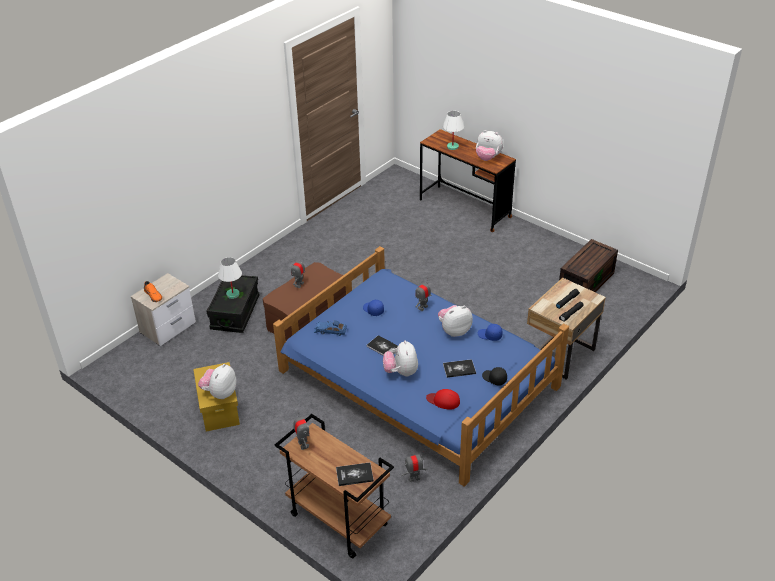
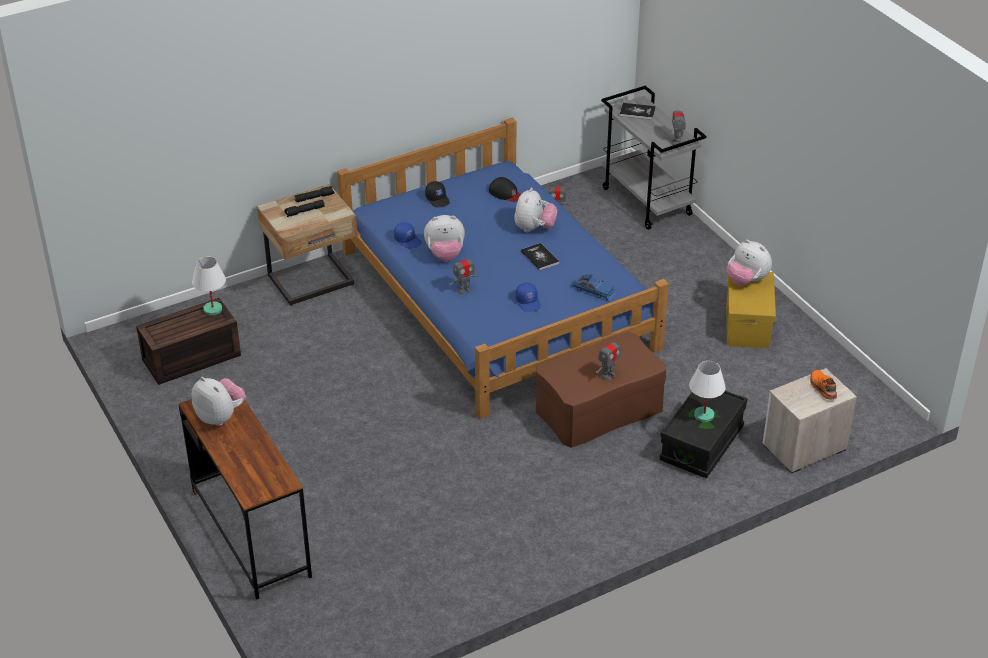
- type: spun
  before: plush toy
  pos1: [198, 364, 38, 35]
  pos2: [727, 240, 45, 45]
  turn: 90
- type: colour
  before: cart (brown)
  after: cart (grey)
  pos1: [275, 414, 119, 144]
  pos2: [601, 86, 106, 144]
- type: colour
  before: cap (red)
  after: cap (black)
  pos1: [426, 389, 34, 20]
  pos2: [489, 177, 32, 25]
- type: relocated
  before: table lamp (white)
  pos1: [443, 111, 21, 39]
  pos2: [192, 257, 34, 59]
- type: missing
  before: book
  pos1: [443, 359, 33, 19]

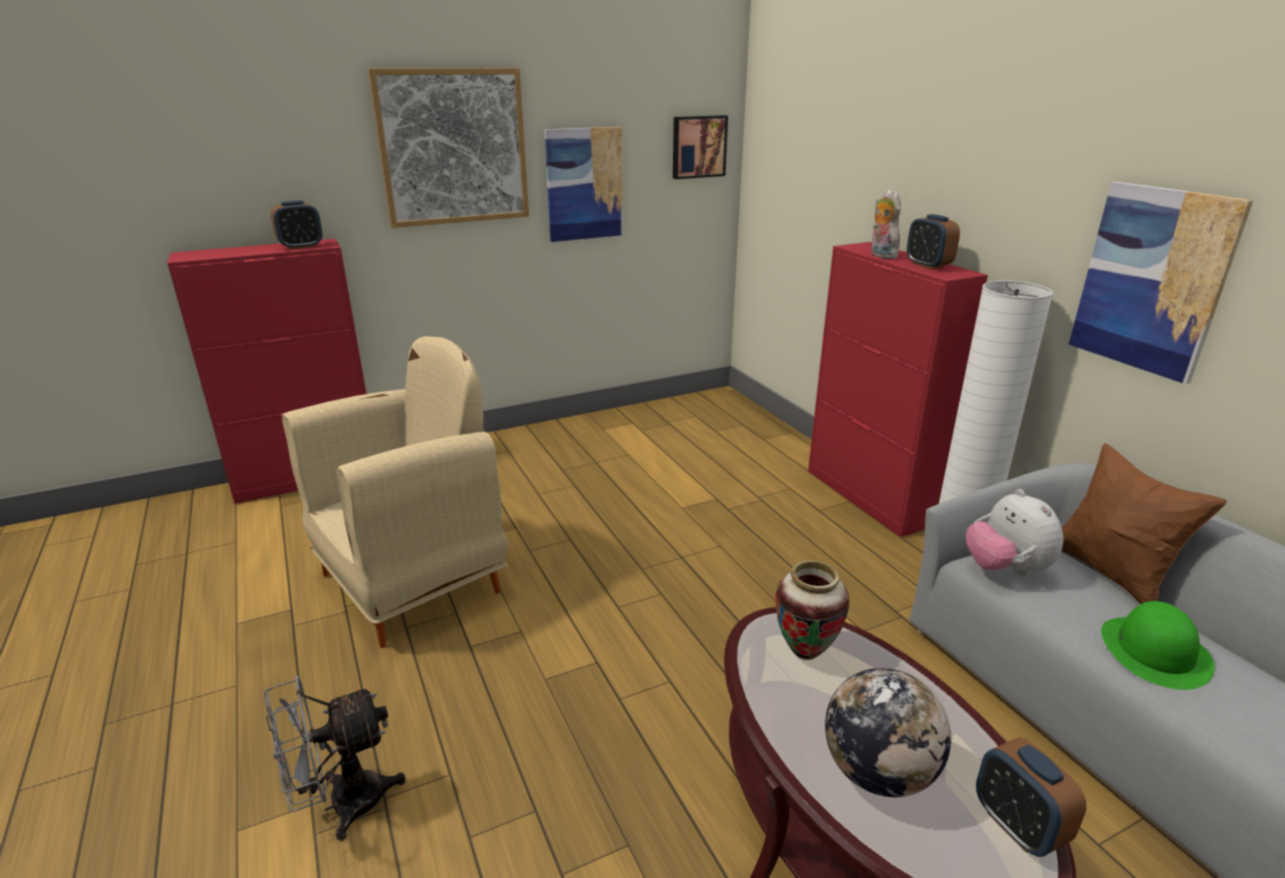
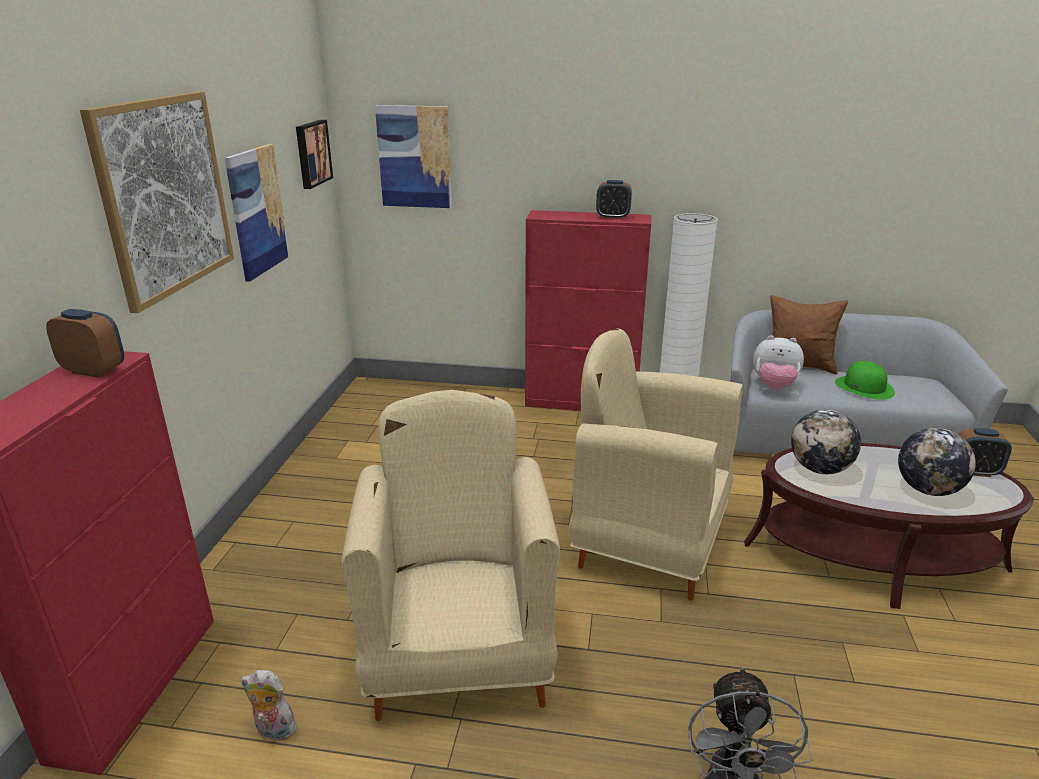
- type: spun
  before: alarm clock
  pos1: [271, 200, 52, 50]
  pos2: [46, 309, 78, 69]
  turn: -75
- type: exchanged
  before: vase
  after: globe
  pos1: [775, 560, 74, 100]
  pos2: [791, 409, 70, 65]
- type: relocated
  before: plush toy
  pos1: [871, 189, 30, 70]
  pos2: [241, 670, 55, 71]
- type: relocated
  before: picture
  pos1: [1069, 182, 184, 202]
  pos2: [375, 105, 77, 103]
- type: appeared
  after: armchair (beige)
  pos2: [569, 328, 174, 273]

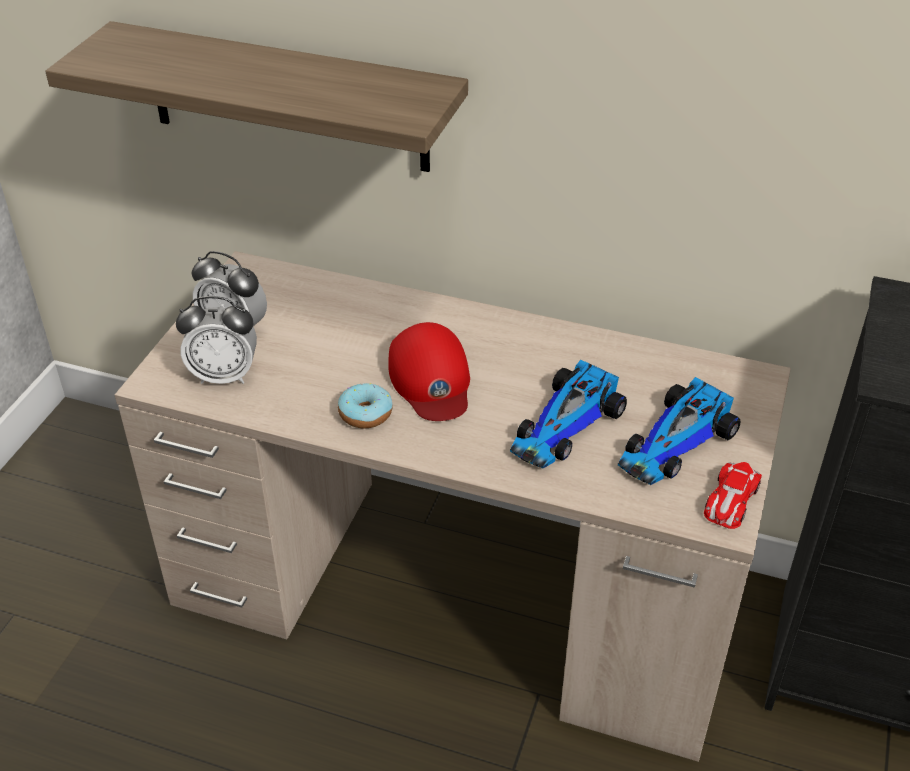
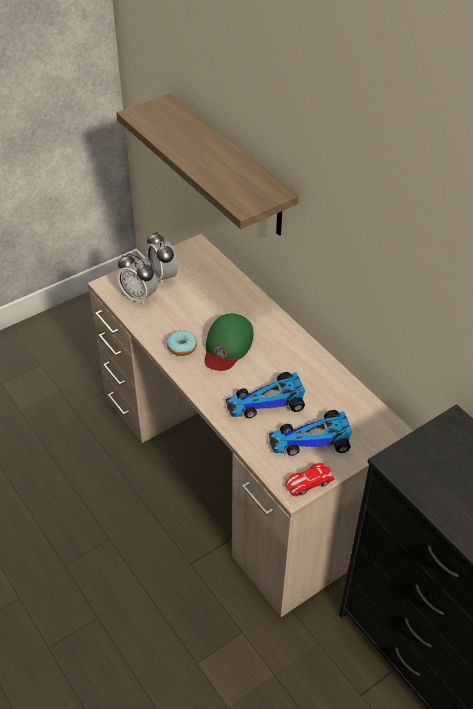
- type: colour
  before: cap (red)
  after: cap (green)
  pos1: [388, 322, 82, 99]
  pos2: [204, 314, 49, 57]

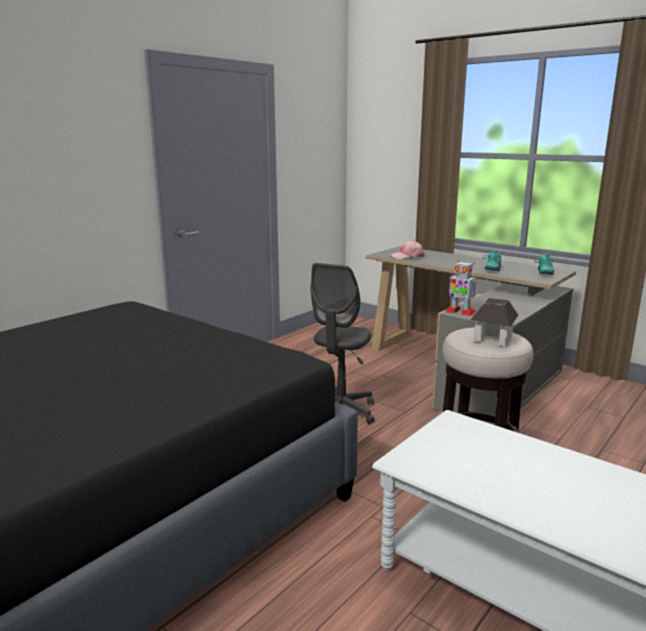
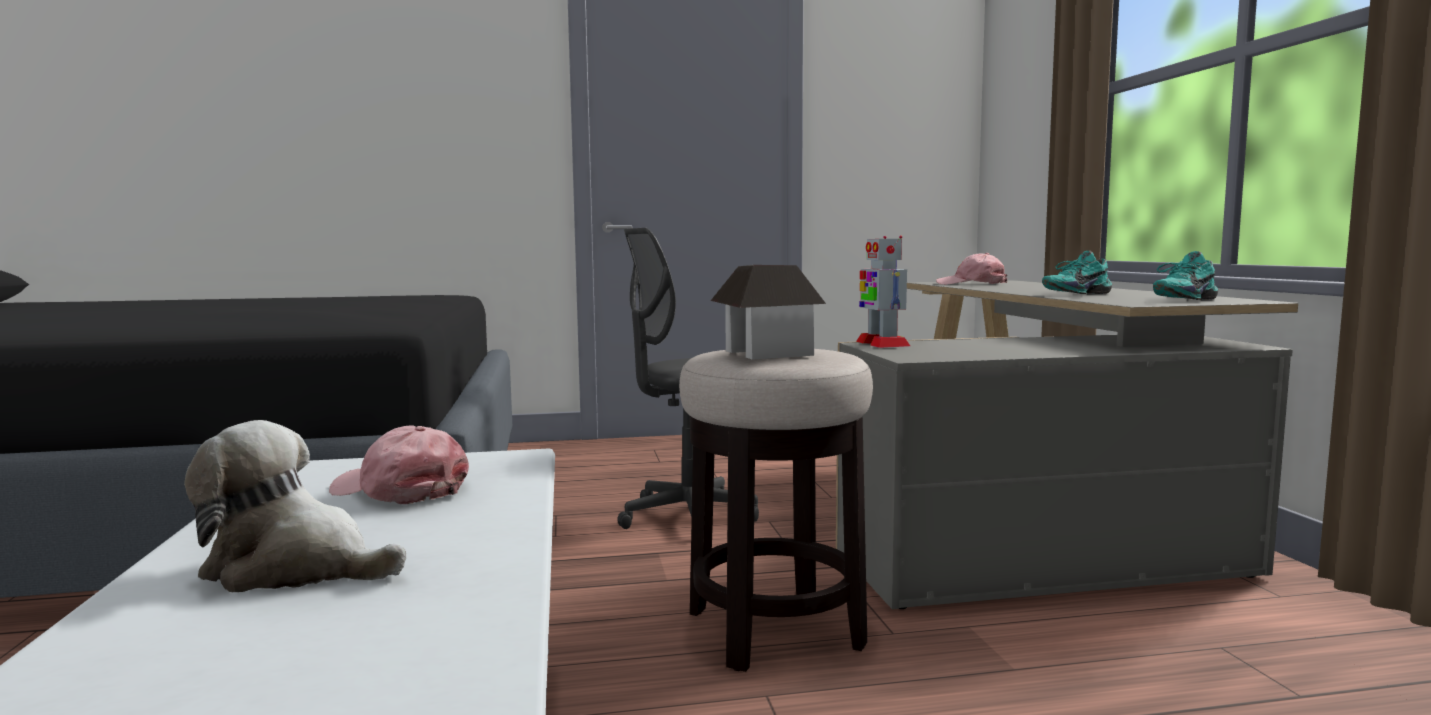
- type: appeared
  after: plush toy
  pos2: [184, 420, 222, 172]
- type: appeared
  after: cap (pink)
  pos2: [329, 425, 140, 79]

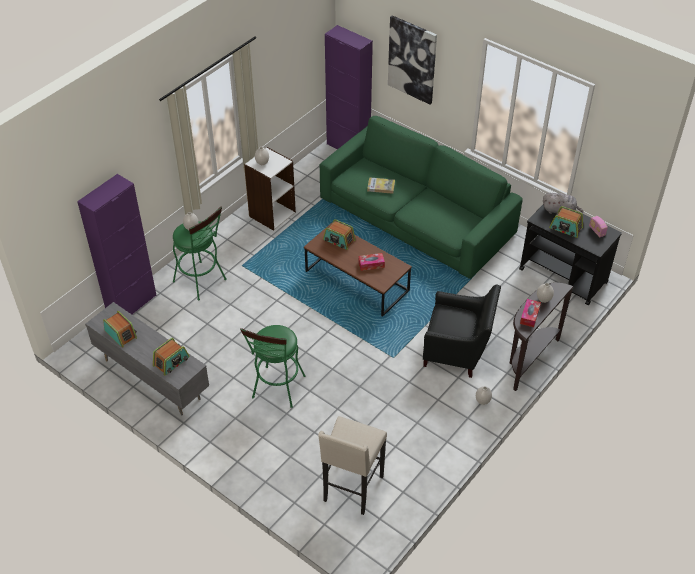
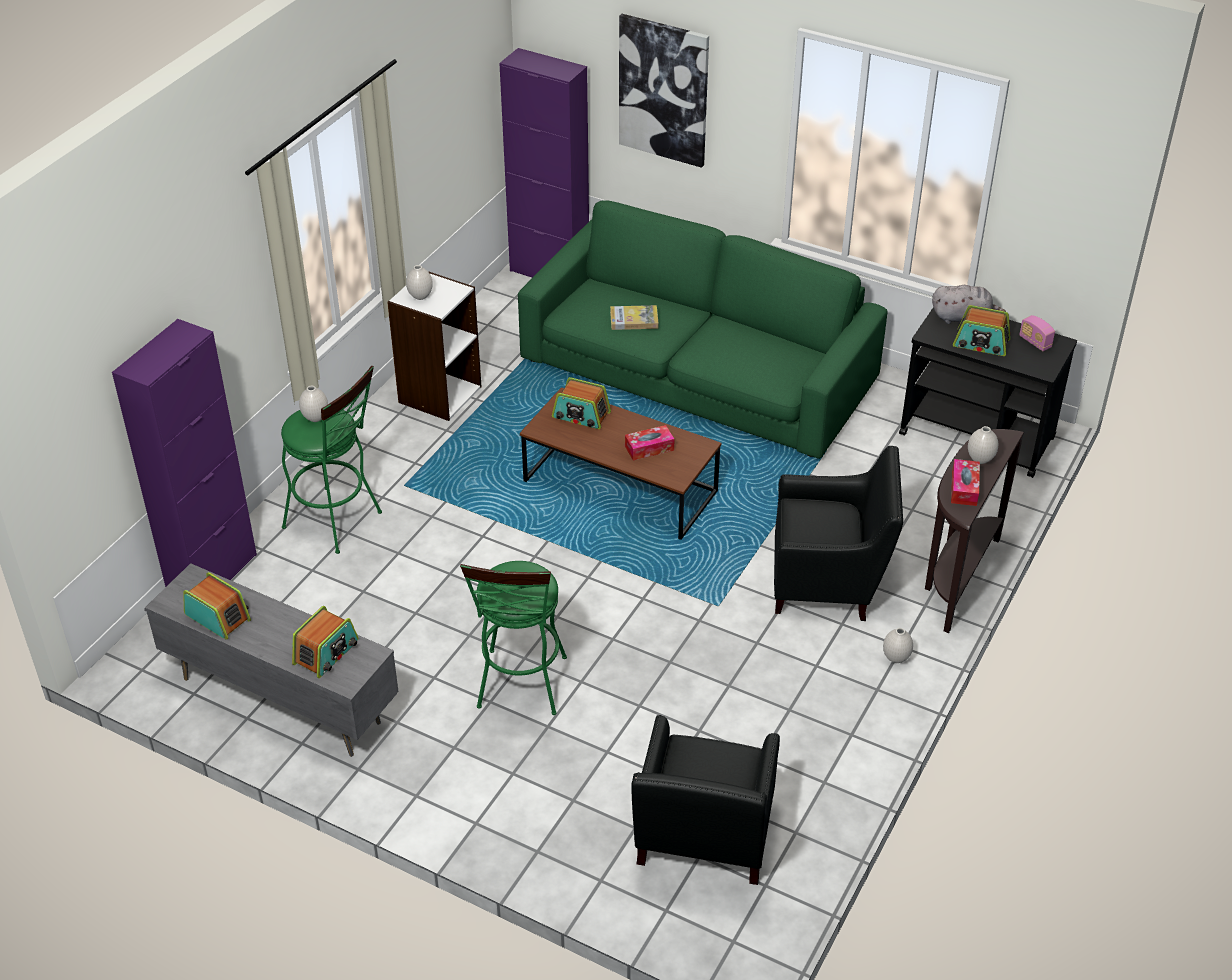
- type: exchanged
  before: stool (beige)
  after: armchair (black)
  pos1: [318, 416, 69, 99]
  pos2: [631, 715, 149, 170]

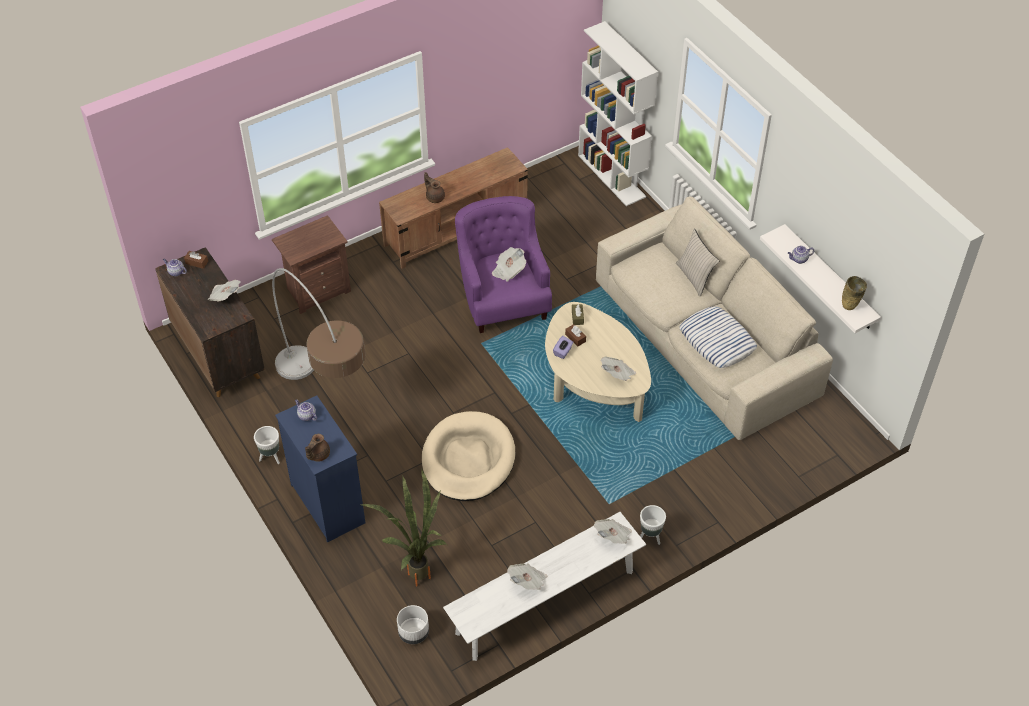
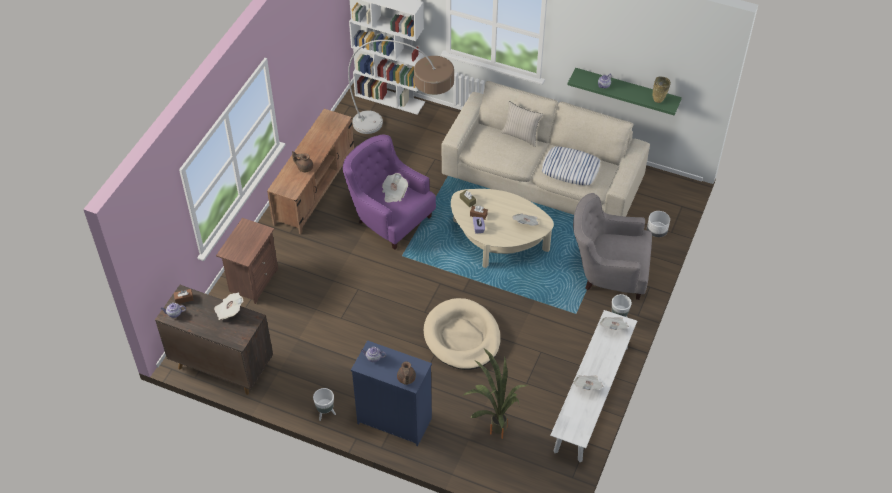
- type: relocated
  before: floor lamp
  pos1: [272, 268, 93, 112]
  pos2: [348, 40, 106, 94]
- type: relocated
  before: planter (white)
  pos1: [397, 605, 32, 39]
  pos2: [647, 211, 23, 26]
- type: colour
  before: shelf (white)
  after: shelf (green)
  pos1: [760, 224, 121, 109]
  pos2: [567, 68, 115, 47]
- type: appeared
  after: armchair (grey)
  pos2: [573, 193, 79, 107]

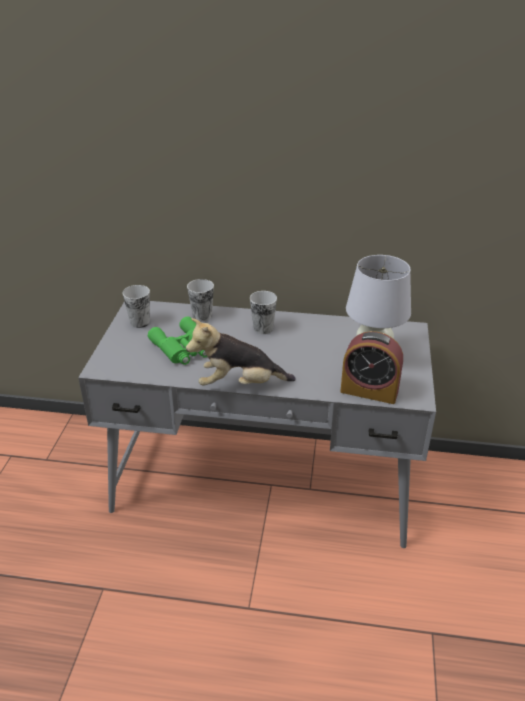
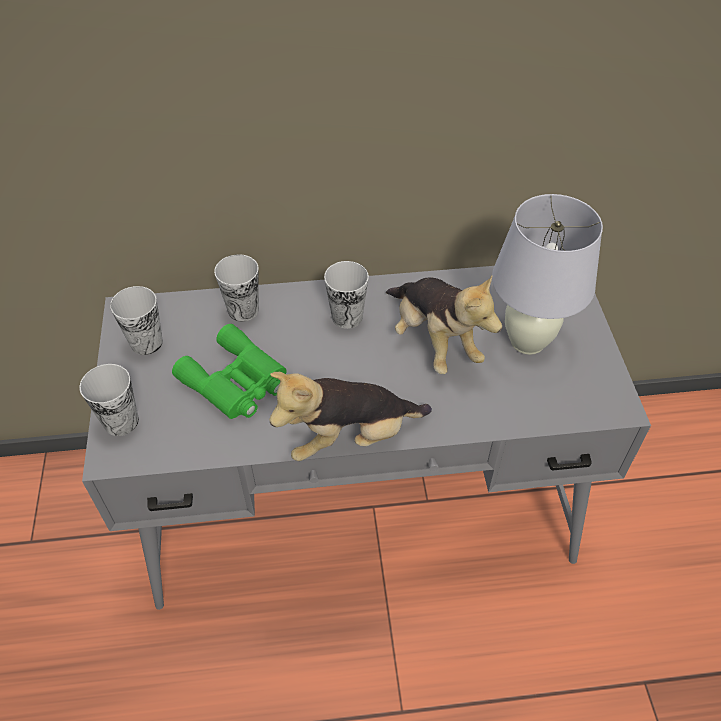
- type: missing
  before: alarm clock
  pos1: [340, 331, 63, 73]
- type: appeared
  after: cup
  pos2: [79, 364, 60, 72]
- type: appeared
  after: plush toy
  pos2: [386, 276, 116, 98]

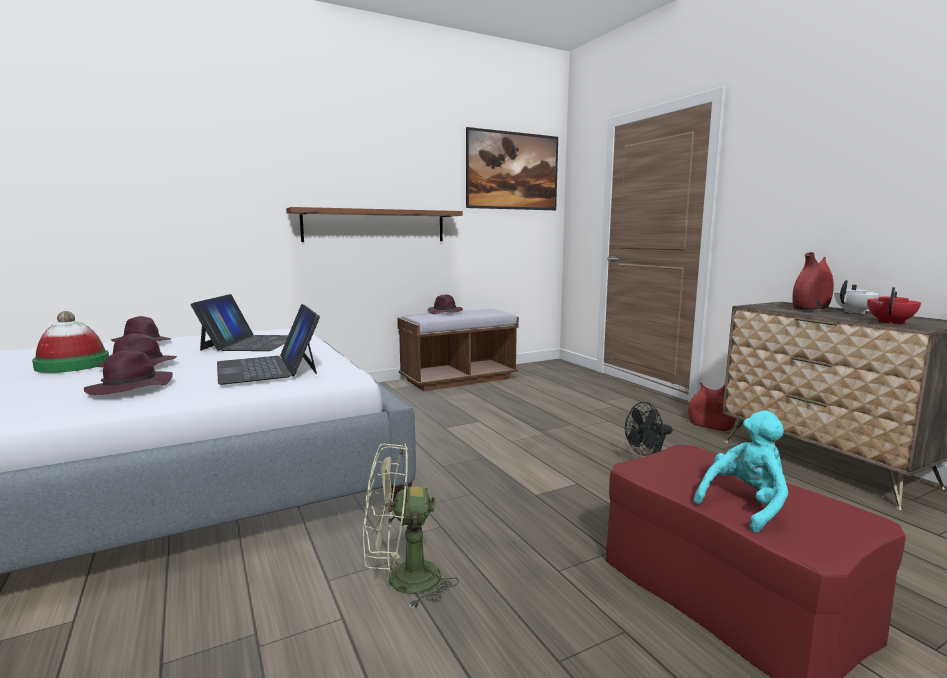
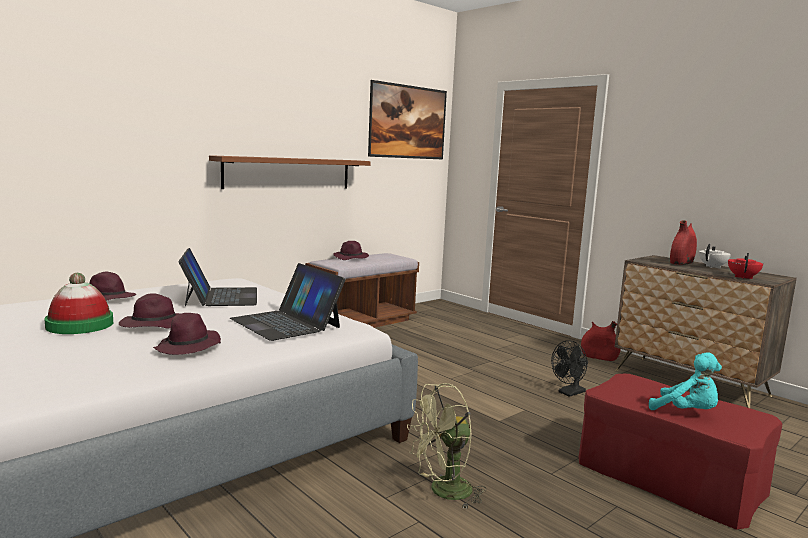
- type: spun
  before: plush toy (turquoise)
  pos1: [694, 410, 95, 123]
  pos2: [649, 352, 73, 58]
  turn: 90

